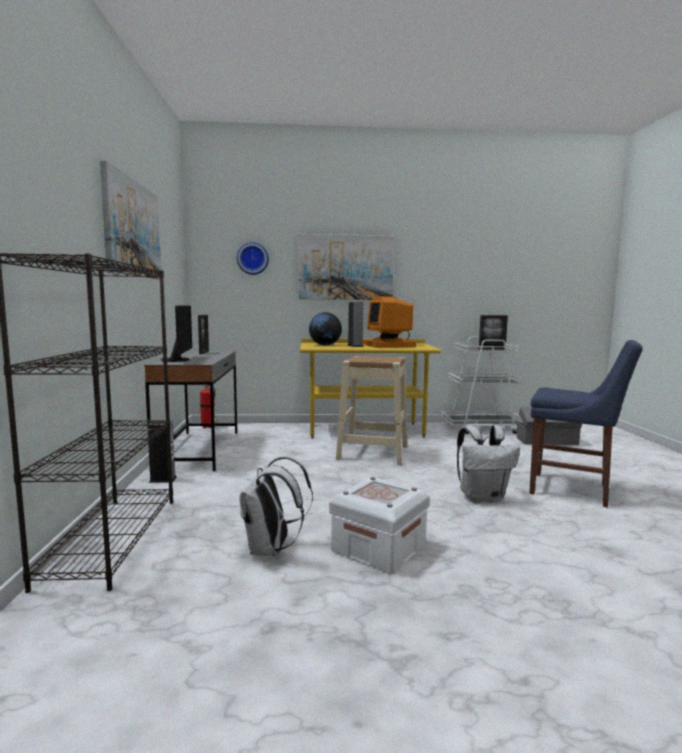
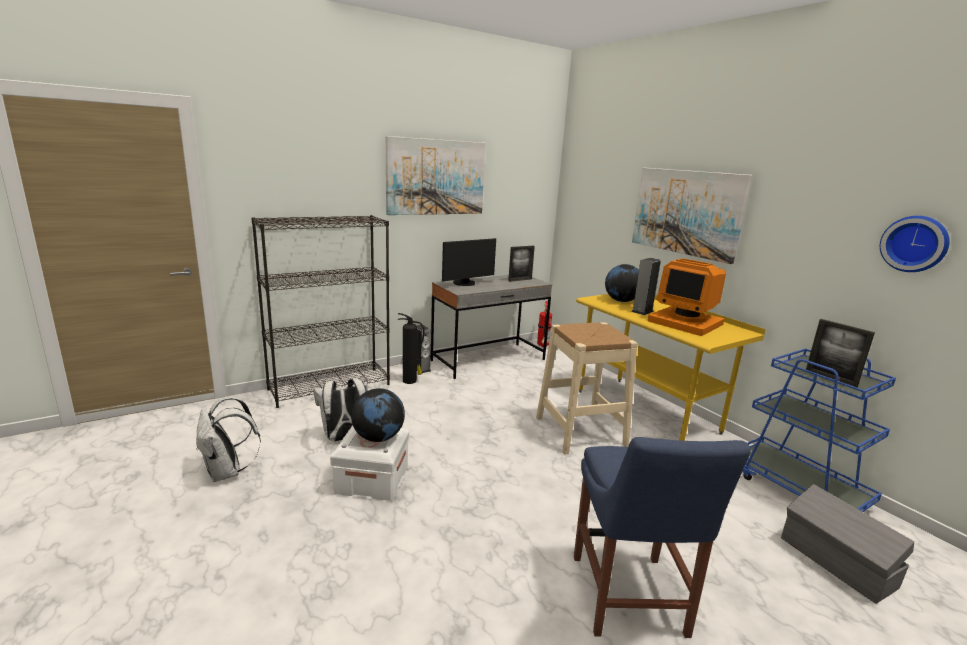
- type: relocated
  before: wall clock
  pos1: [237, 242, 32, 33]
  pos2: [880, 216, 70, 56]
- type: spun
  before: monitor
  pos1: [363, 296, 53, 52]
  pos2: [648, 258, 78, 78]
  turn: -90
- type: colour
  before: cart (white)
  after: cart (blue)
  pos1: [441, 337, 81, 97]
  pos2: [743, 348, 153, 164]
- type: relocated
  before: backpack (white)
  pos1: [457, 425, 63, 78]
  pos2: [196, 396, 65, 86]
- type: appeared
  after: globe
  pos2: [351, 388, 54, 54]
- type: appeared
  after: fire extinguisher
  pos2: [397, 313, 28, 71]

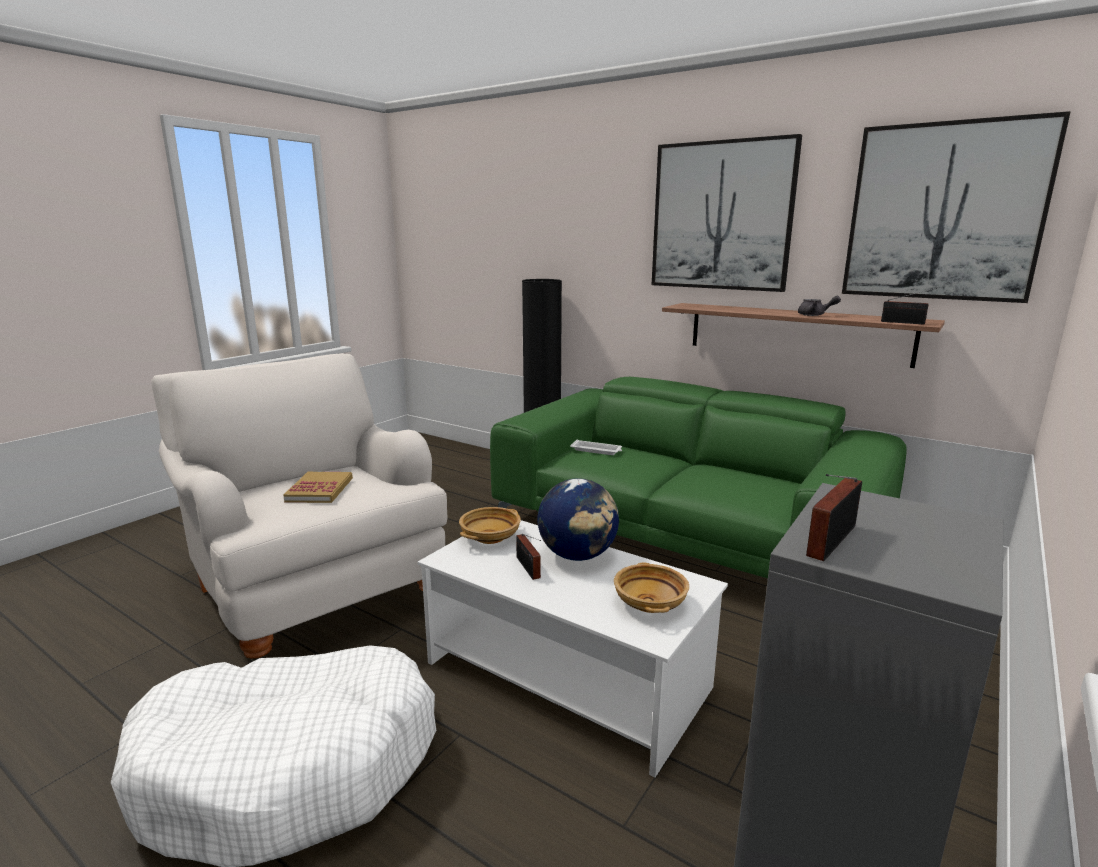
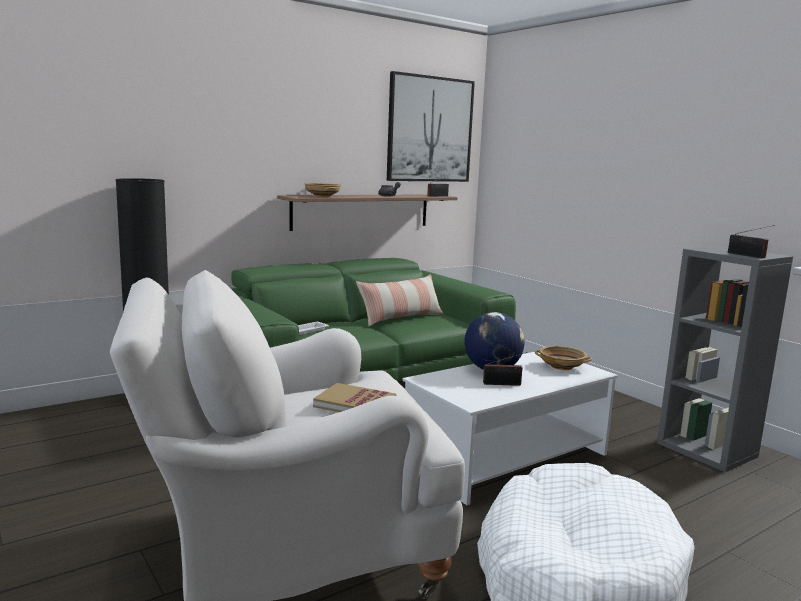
- type: relocated
  before: bowl (beige)
  pos1: [459, 507, 62, 37]
  pos2: [305, 183, 36, 14]
- type: missing
  before: picture
  pos1: [652, 134, 150, 158]
- type: appeared
  after: pillow
  pos2: [356, 274, 87, 52]

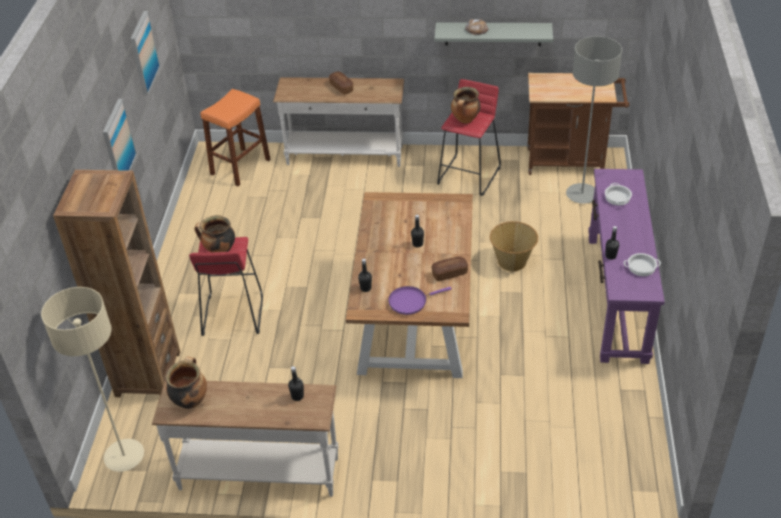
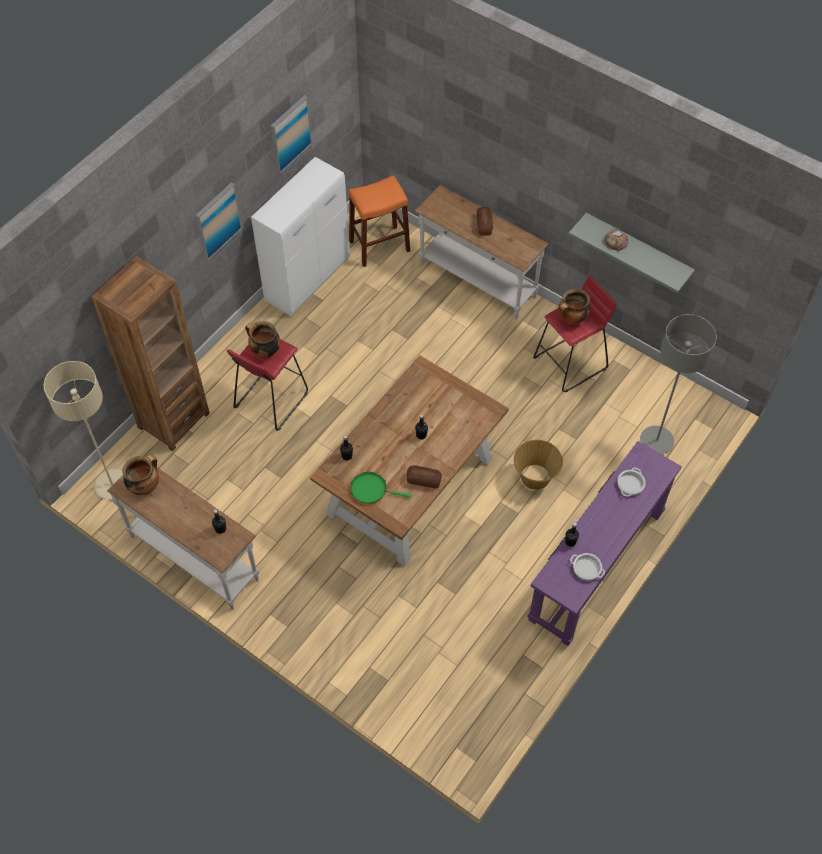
- type: colour
  before: frying pan (purple)
  after: frying pan (green)
  pos1: [388, 286, 64, 29]
  pos2: [351, 472, 61, 32]
- type: missing
  before: cart (brown)
  pos1: [527, 73, 103, 102]
- type: appeared
  after: cabinet (white)
  pos2: [251, 157, 99, 159]

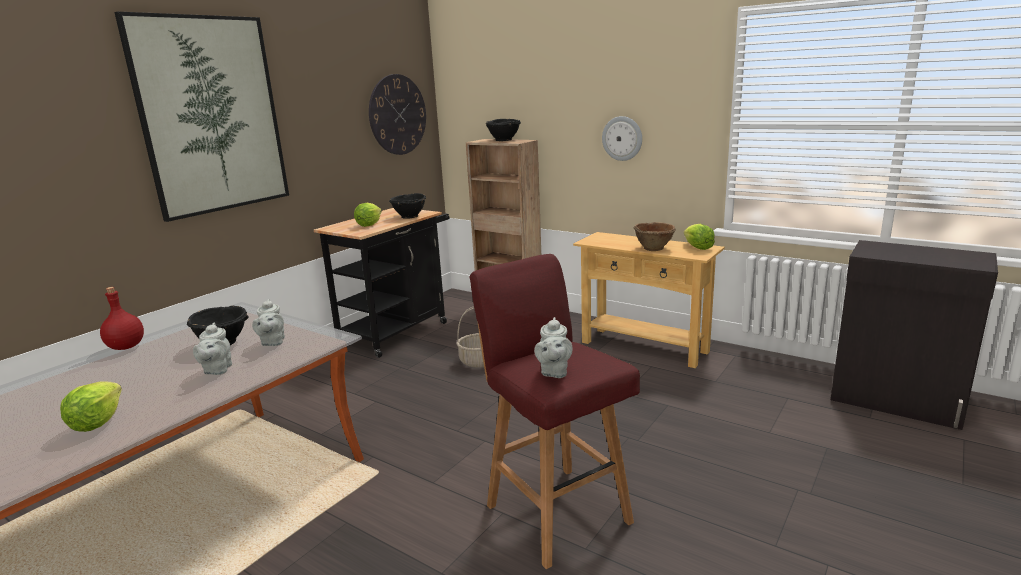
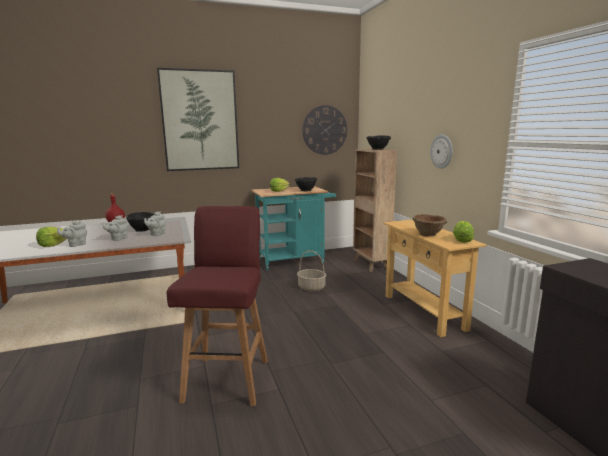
- type: colour
  before: cart (black)
  after: cart (turquoise)
  pos1: [314, 208, 136, 150]
  pos2: [252, 186, 84, 84]
- type: relocated
  before: teapot (grey)
  pos1: [534, 317, 39, 61]
  pos2: [57, 220, 30, 27]

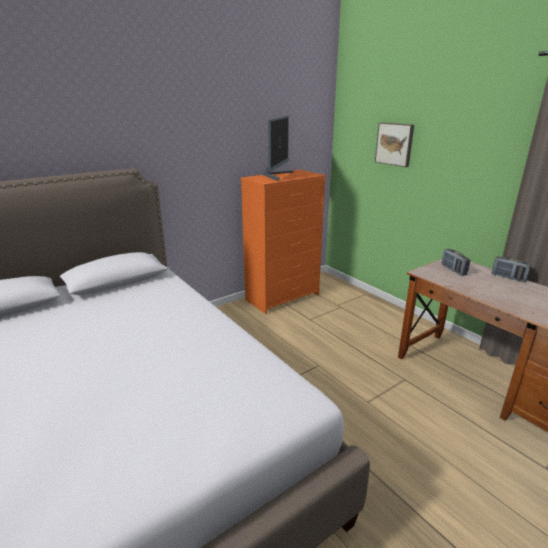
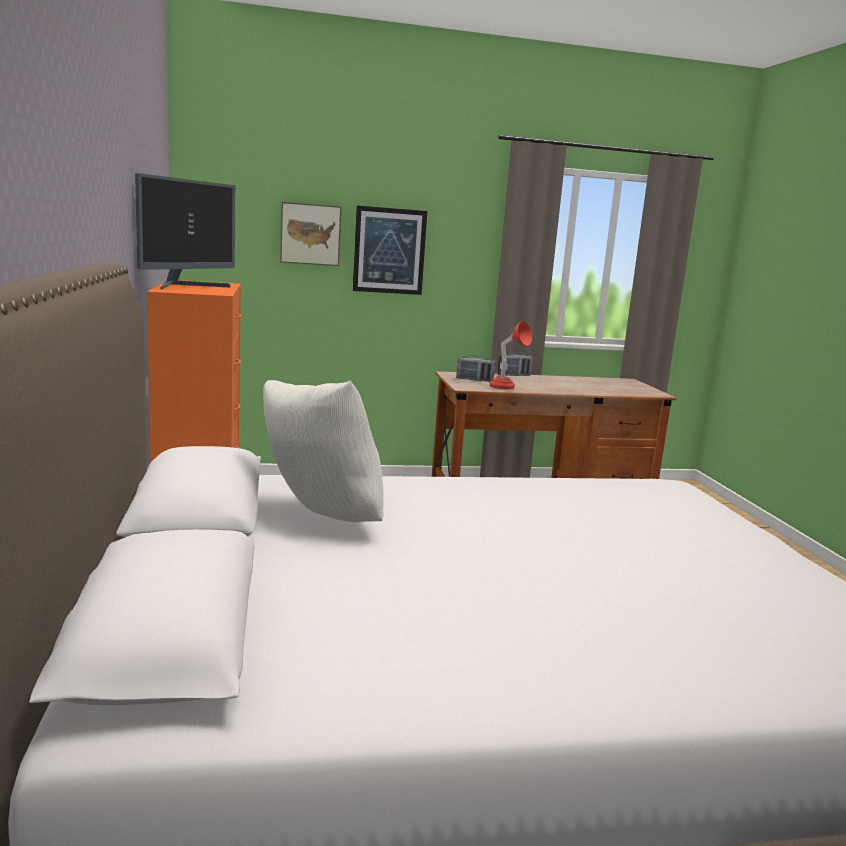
- type: spun
  before: monitor
  pos1: [263, 116, 30, 65]
  pos2: [135, 173, 100, 117]
  turn: 75
- type: appeared
  after: pillow (white)
  pos2: [263, 380, 121, 142]
- type: appeared
  after: picture
  pos2: [353, 206, 74, 89]
- type: appeared
  after: table lamp (red)
  pos2: [489, 321, 43, 68]

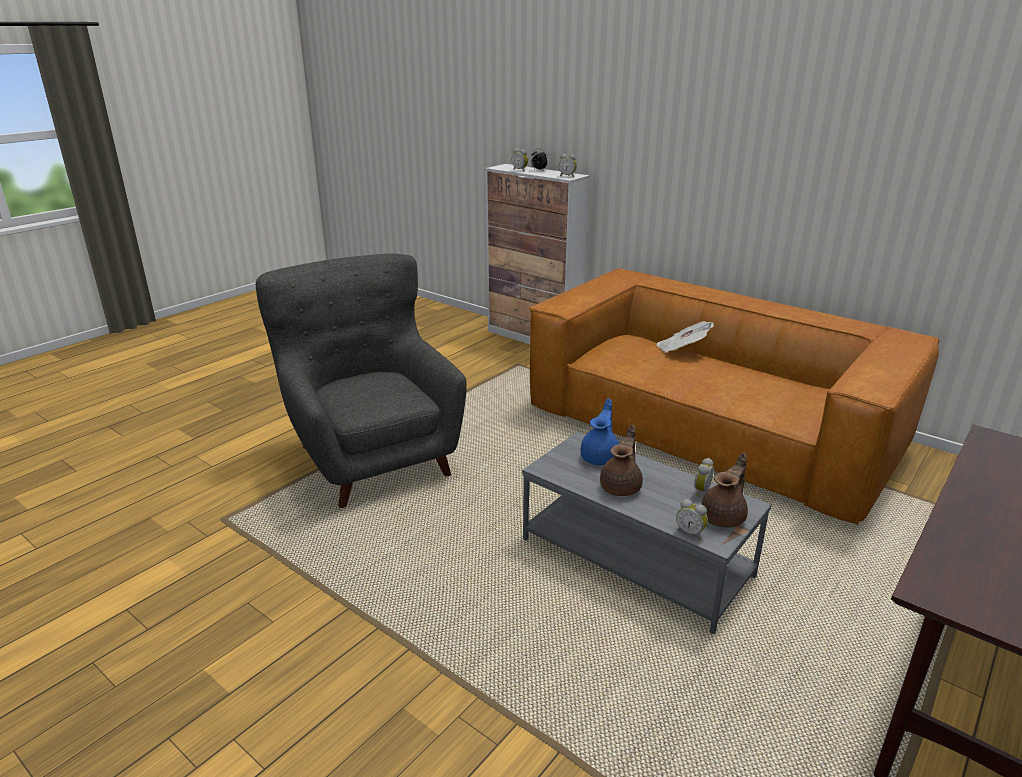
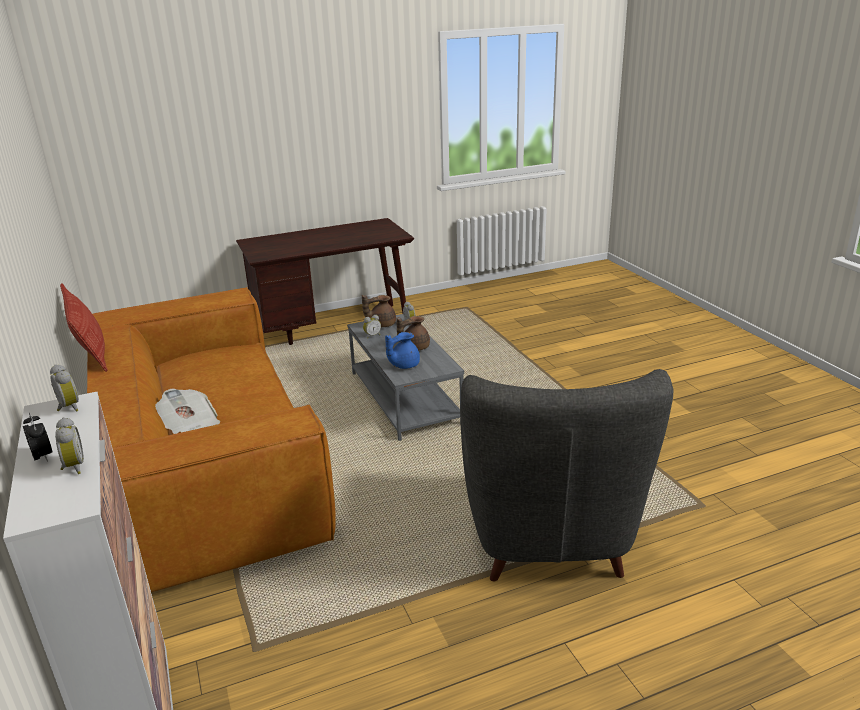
- type: appeared
  after: pillow
  pos2: [60, 283, 47, 89]

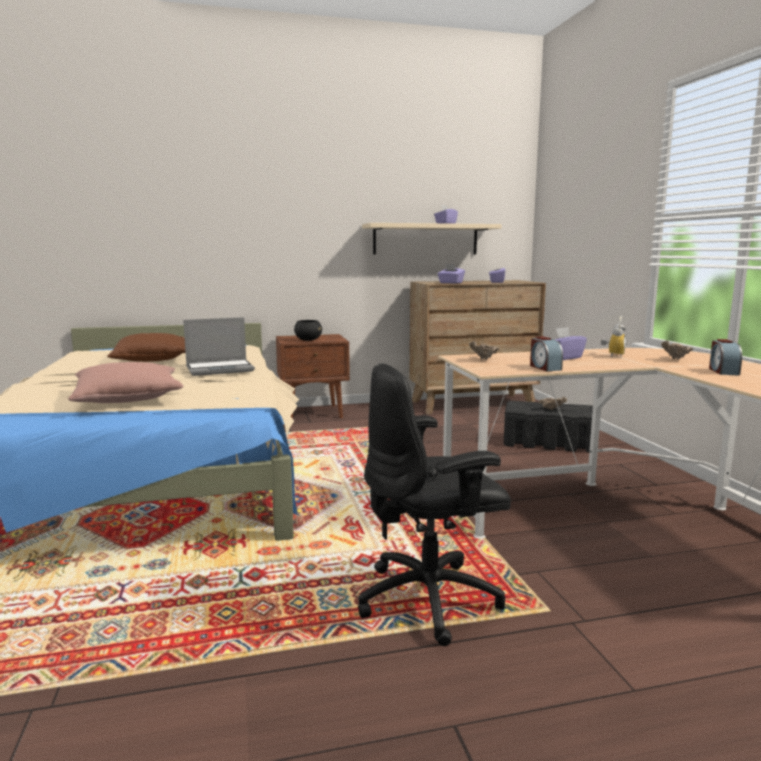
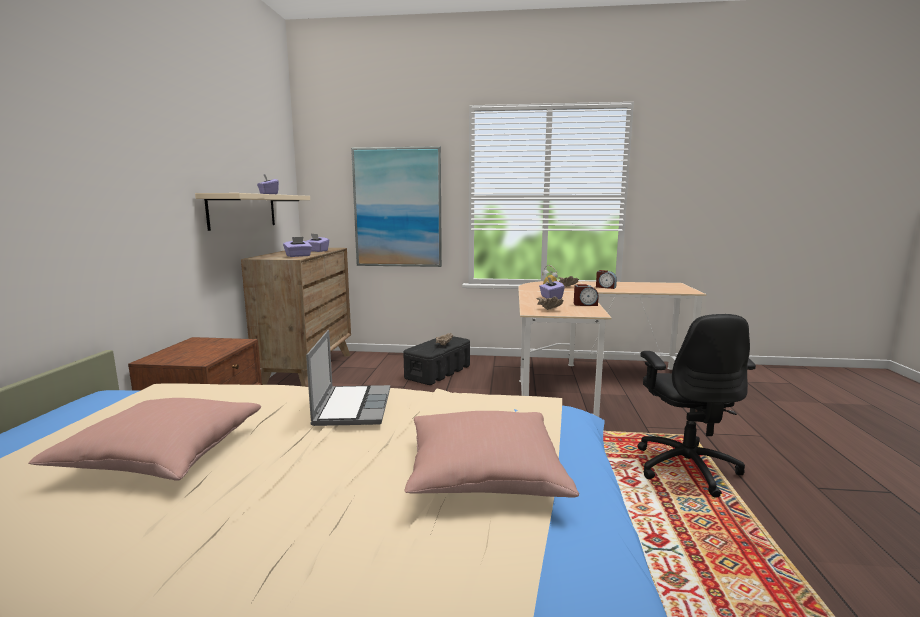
- type: colour
  before: pillow (brown)
  after: pillow (pink)
  pos1: [107, 333, 79, 29]
  pos2: [28, 398, 233, 83]
- type: missing
  before: bowl (black)
  pos1: [294, 320, 28, 21]
- type: appeared
  after: picture
  pos2: [351, 146, 91, 121]

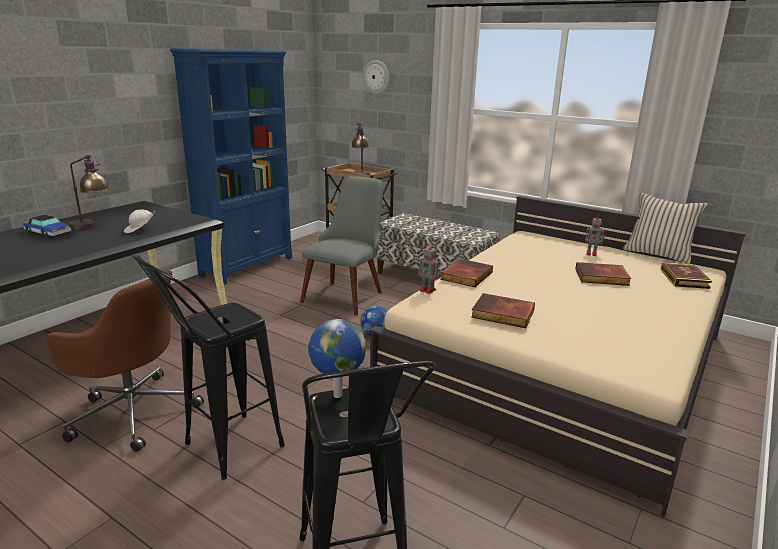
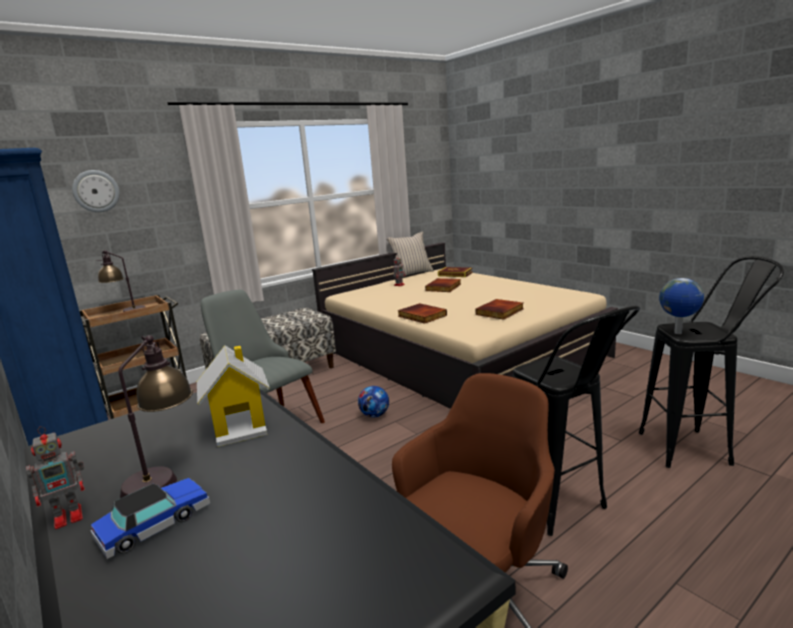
- type: exchanged
  before: cap (white)
  after: toy house
  pos1: [124, 210, 31, 23]
  pos2: [197, 345, 73, 102]
- type: relocated
  before: toy robot
  pos1: [417, 243, 24, 51]
  pos2: [26, 426, 59, 103]

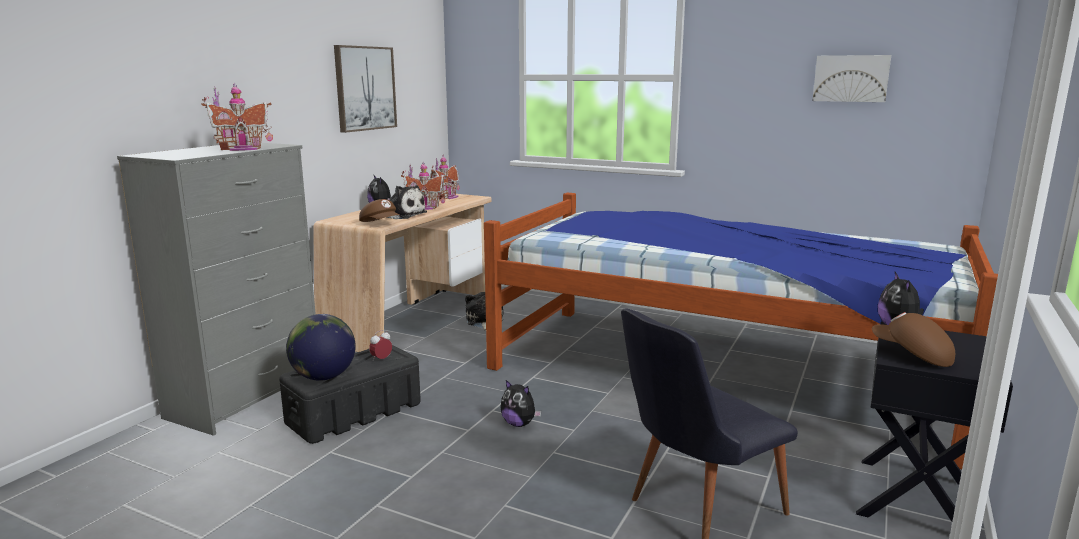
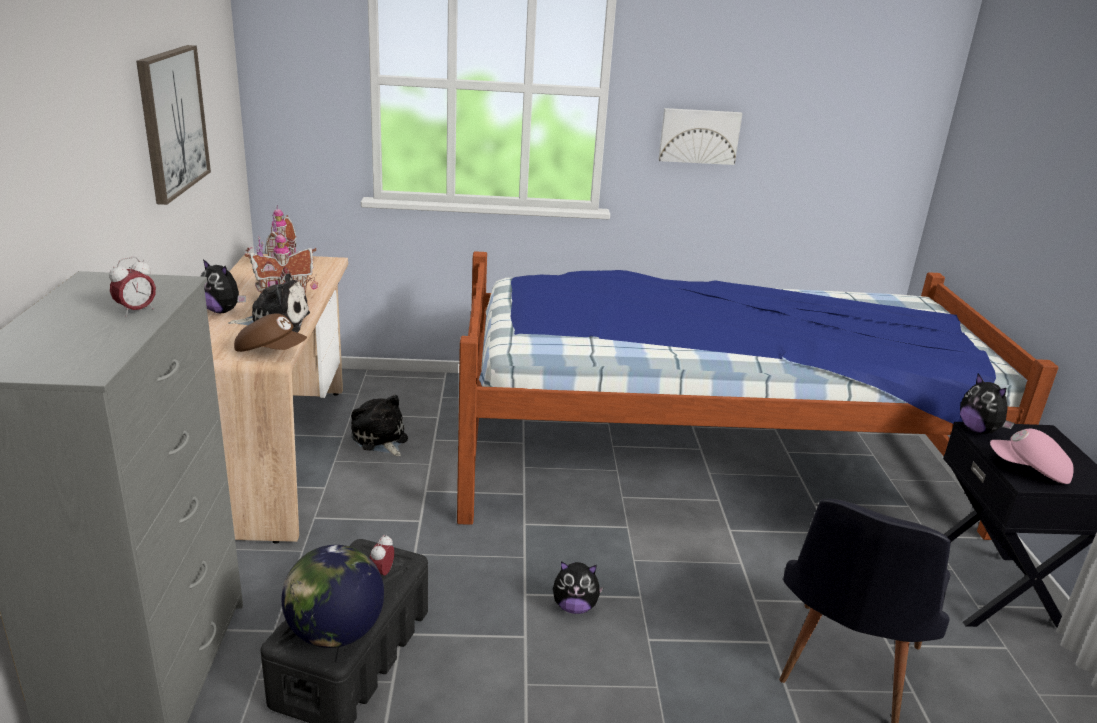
- type: exchanged
  before: toy house
  after: alarm clock
  pos1: [202, 83, 71, 68]
  pos2: [109, 257, 47, 60]
- type: relocated
  before: picture
  pos1: [813, 55, 78, 47]
  pos2: [658, 108, 85, 57]
- type: colour
  before: cap (brown)
  after: cap (pink)
  pos1: [872, 312, 83, 55]
  pos2: [990, 429, 83, 55]

